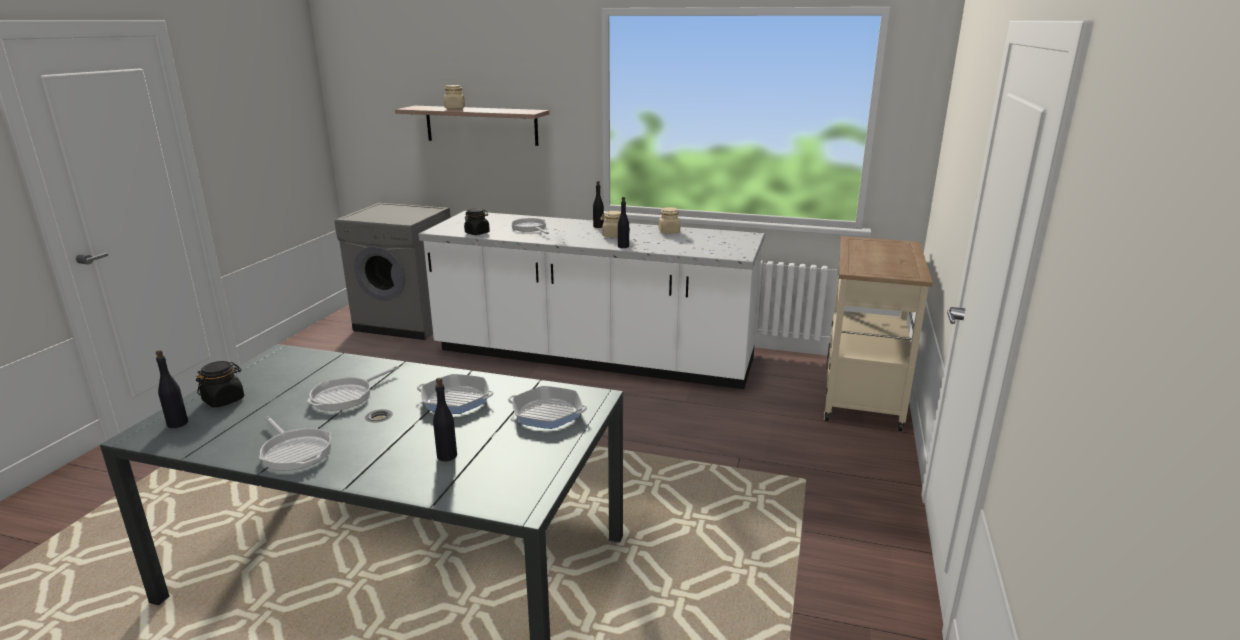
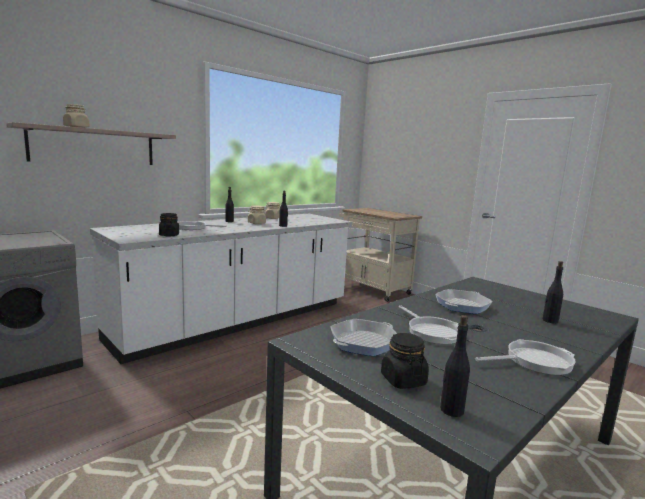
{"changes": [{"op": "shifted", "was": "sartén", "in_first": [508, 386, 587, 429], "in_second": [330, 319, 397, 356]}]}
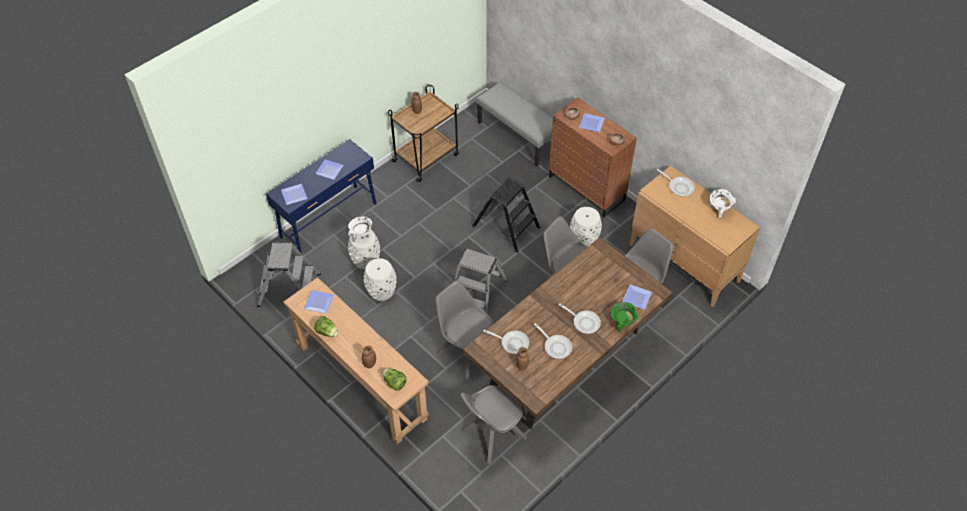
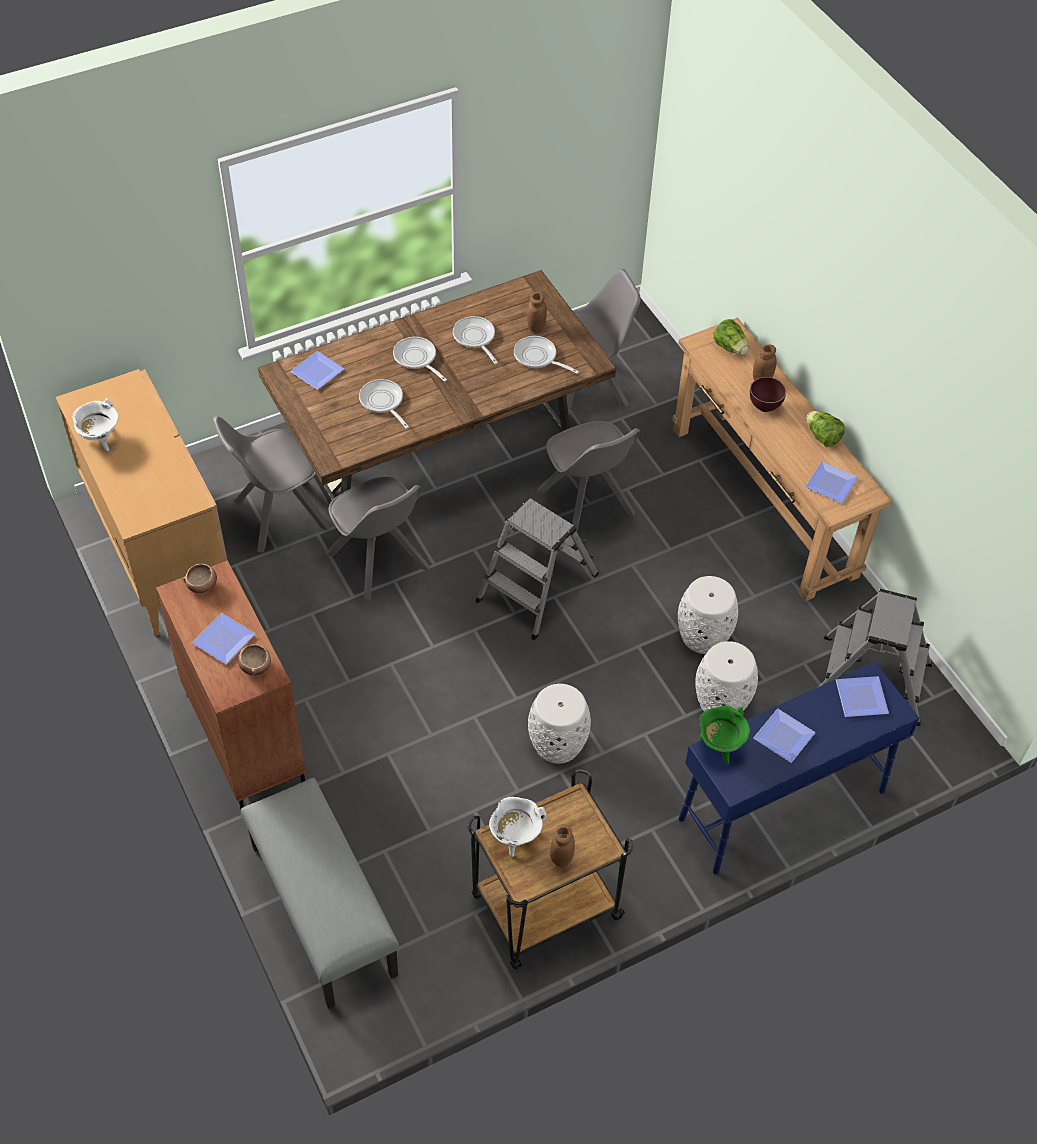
{"changes": [{"op": "shifted", "was": "olla (blanco)", "in_first": [348, 216, 372, 242], "in_second": [489, 797, 547, 857]}, {"op": "gone", "was": "escalera de tijera (negro)", "in_first": [472, 177, 541, 253]}, {"op": "shifted", "was": "taburete (blanco)", "in_first": [570, 207, 602, 247], "in_second": [528, 684, 591, 764]}, {"op": "shifted", "was": "olla (verde)", "in_first": [611, 302, 639, 333], "in_second": [699, 706, 750, 764]}, {"op": "shifted", "was": "sartén", "in_first": [657, 169, 695, 196], "in_second": [359, 379, 409, 429]}, {"op": "new", "now": "cuenco (marrón)", "in_second": [750, 377, 786, 412]}]}
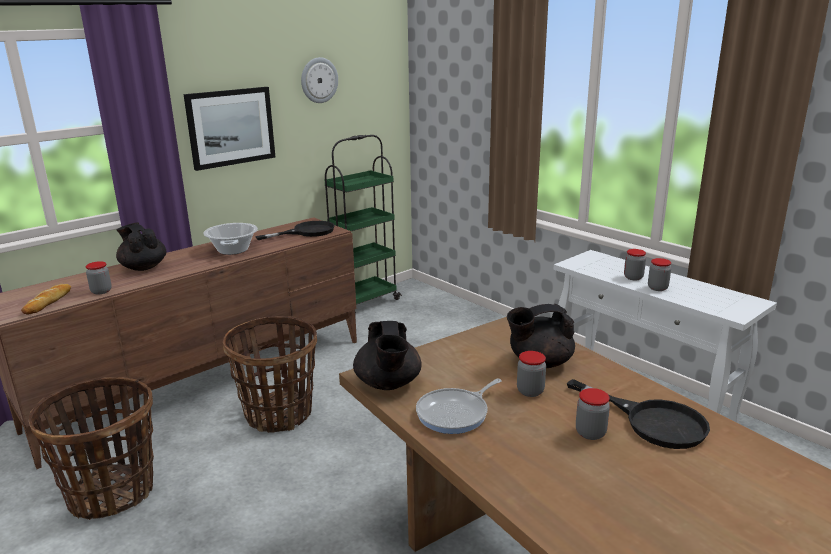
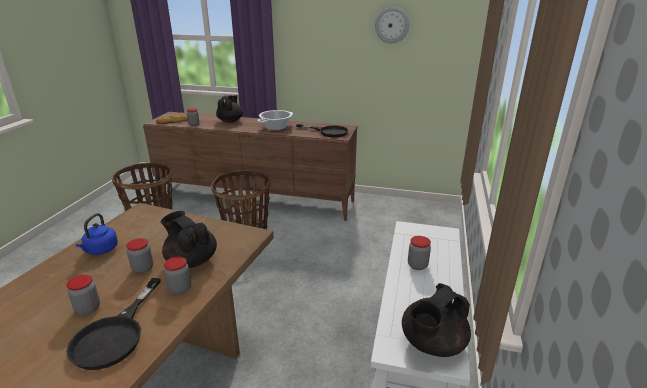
{"changes": [{"op": "gone", "was": "cuadro", "in_first": [184, 87, 276, 171]}, {"op": "gone", "was": "carrito (verde)", "in_first": [325, 135, 402, 314]}, {"op": "shifted", "was": "tetera (negro)", "in_first": [353, 321, 421, 390], "in_second": [402, 283, 471, 357]}, {"op": "swapped", "was": "sartén", "now": "hervidor (azul)", "in_first": [416, 378, 502, 434], "in_second": [76, 213, 118, 255]}, {"op": "shifted", "was": "tarro", "in_first": [648, 258, 671, 291], "in_second": [164, 257, 191, 294]}]}
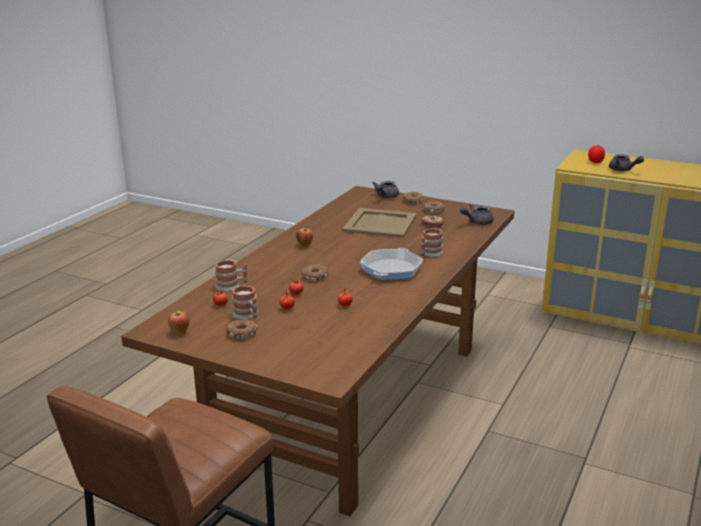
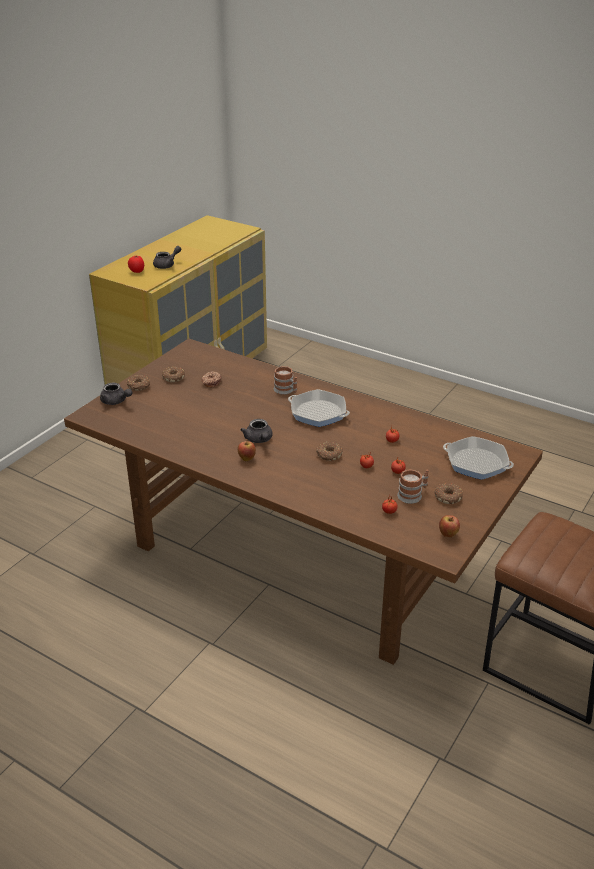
{"changes": [{"op": "gone", "was": "taza grande", "in_first": [215, 260, 248, 292]}, {"op": "gone", "was": "bandeja (beis)", "in_first": [342, 208, 417, 238]}, {"op": "shifted", "was": "tetera (gris)", "in_first": [460, 204, 494, 225], "in_second": [240, 419, 273, 443]}, {"op": "new", "now": "sartén", "in_second": [443, 436, 514, 480]}]}
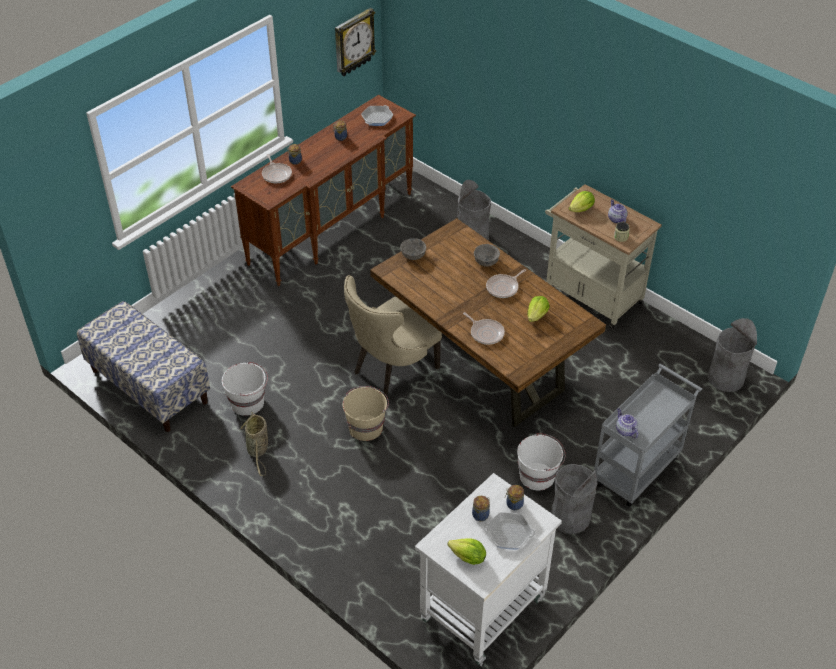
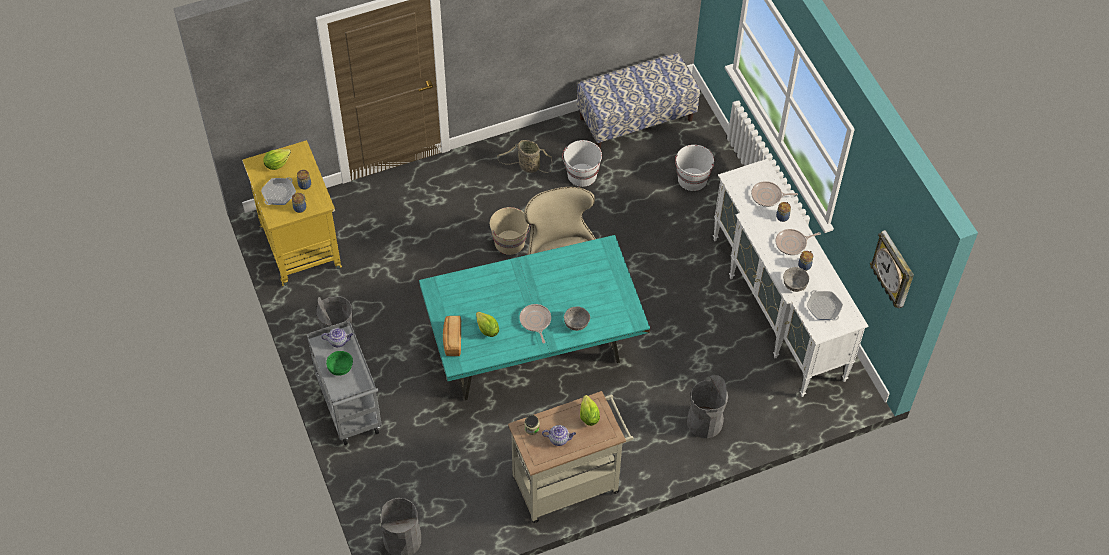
{"changes": [{"op": "repainted", "was": "armario (marrón)", "now": "armario (blanco)", "in_first": [231, 95, 416, 286], "in_second": [713, 159, 869, 397]}, {"op": "repainted", "was": "mesa de comedor (marrón)", "now": "mesa de comedor (turquesa)", "in_first": [370, 218, 606, 427], "in_second": [419, 235, 650, 400]}, {"op": "shifted", "was": "cuenco (gris)", "in_first": [400, 238, 426, 260], "in_second": [783, 267, 809, 292]}, {"op": "repainted", "was": "carrito (blanco)", "now": "carrito (amarillo)", "in_first": [415, 473, 562, 666], "in_second": [242, 140, 342, 286]}, {"op": "shifted", "was": "sartén", "in_first": [463, 312, 505, 345], "in_second": [776, 229, 821, 255]}, {"op": "shifted", "was": "cubo (blanco)", "in_first": [517, 433, 565, 491], "in_second": [675, 145, 714, 191]}, {"op": "new", "now": "cuenco (verde)", "in_second": [326, 351, 353, 376]}, {"op": "new", "now": "pan", "in_second": [443, 316, 461, 356]}]}
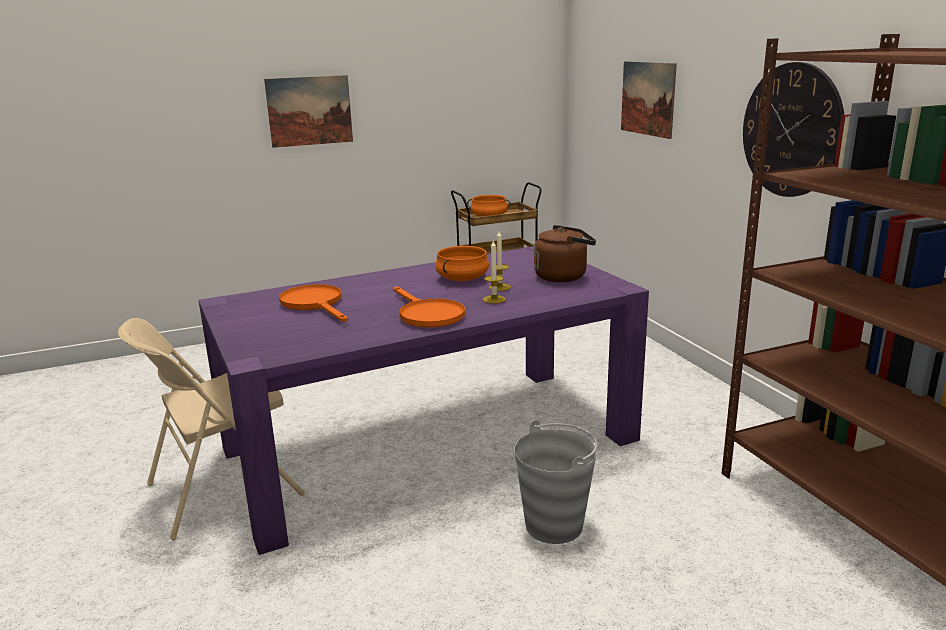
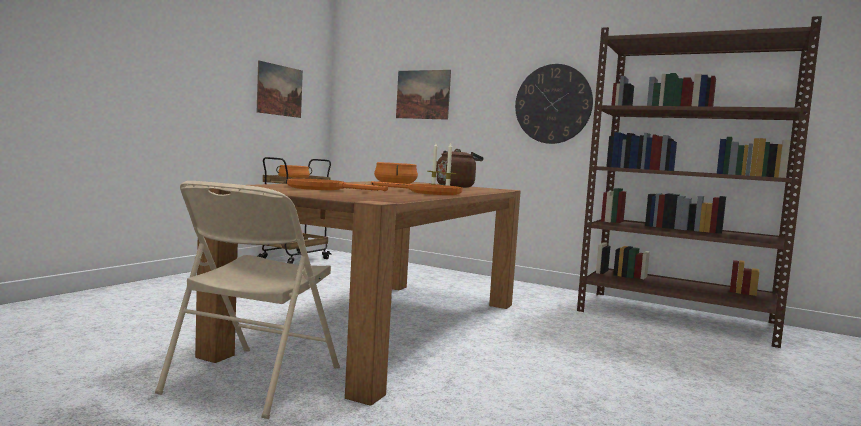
{"changes": [{"op": "repainted", "was": "mesa de comedor (morado)", "now": "mesa de comedor (marrón)", "in_first": [198, 246, 649, 555], "in_second": [195, 181, 521, 406]}, {"op": "shifted", "was": "cuadro", "in_first": [264, 75, 353, 148], "in_second": [257, 60, 303, 118]}, {"op": "gone", "was": "cubo (gris)", "in_first": [514, 420, 597, 544]}]}
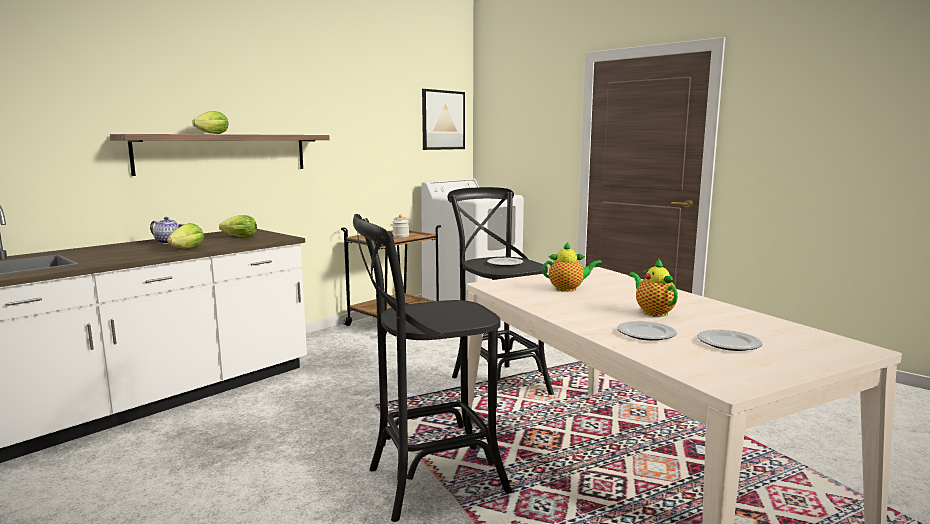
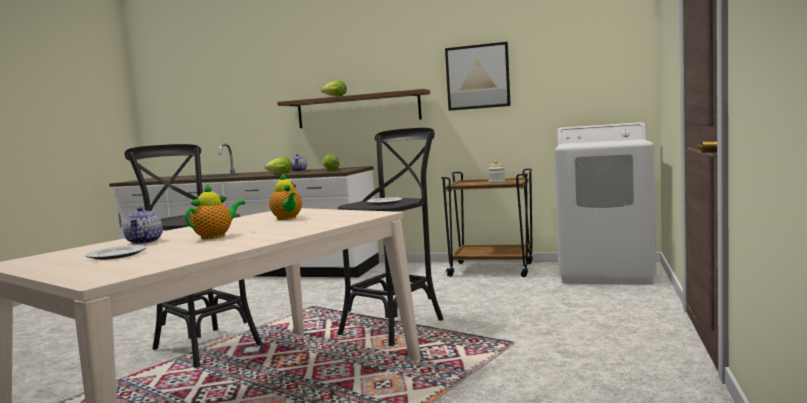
{"changes": [{"op": "shifted", "was": "cuadro", "in_first": [422, 89, 465, 150], "in_second": [445, 42, 511, 111]}, {"op": "swapped", "was": "plato", "now": "tetera", "in_first": [617, 321, 677, 341], "in_second": [123, 207, 163, 244]}]}
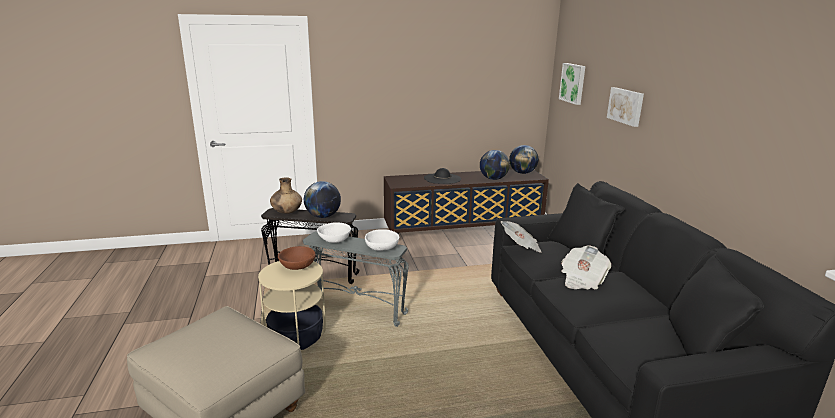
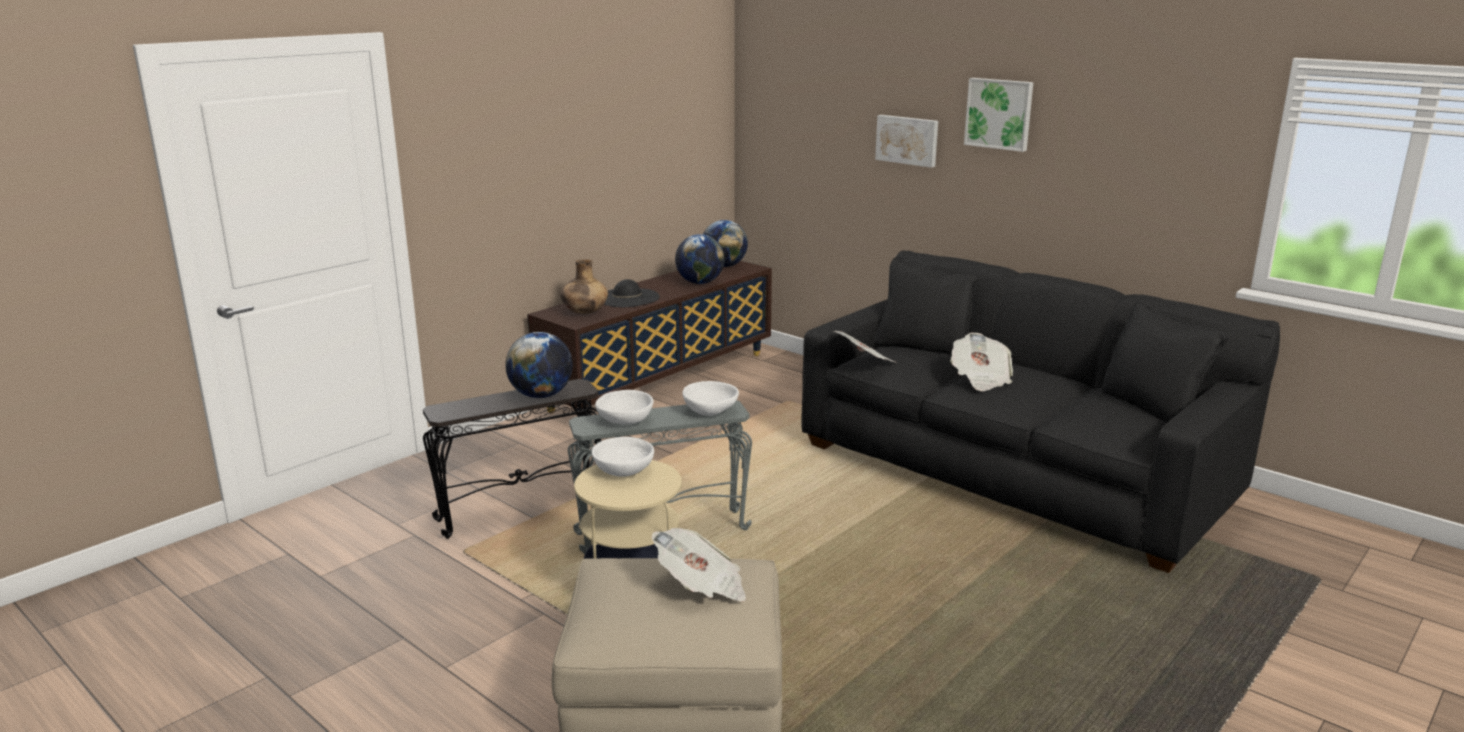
{"changes": [{"op": "shifted", "was": "florero (marrón)", "in_first": [270, 178, 302, 214], "in_second": [560, 259, 608, 314]}, {"op": "repainted", "was": "cuenco (marrón)", "now": "cuenco (blanco)", "in_first": [278, 246, 316, 270], "in_second": [592, 437, 654, 477]}, {"op": "shifted", "was": "cuadro", "in_first": [559, 63, 585, 105], "in_second": [964, 78, 1034, 152]}, {"op": "new", "now": "periódico", "in_second": [652, 528, 746, 601]}]}
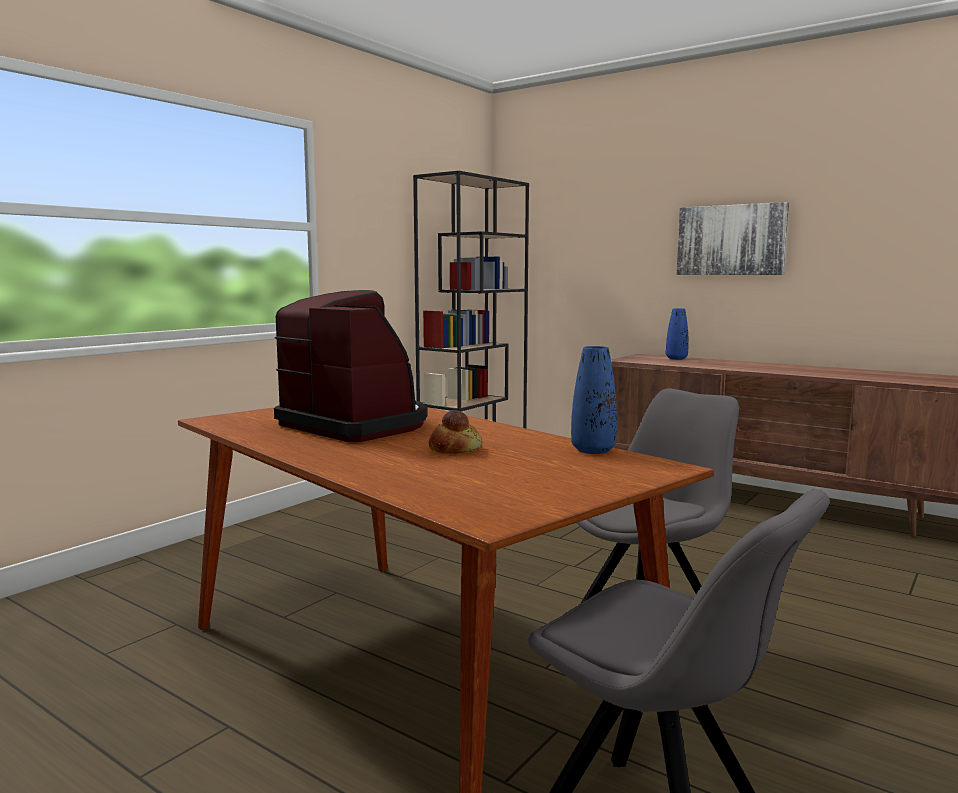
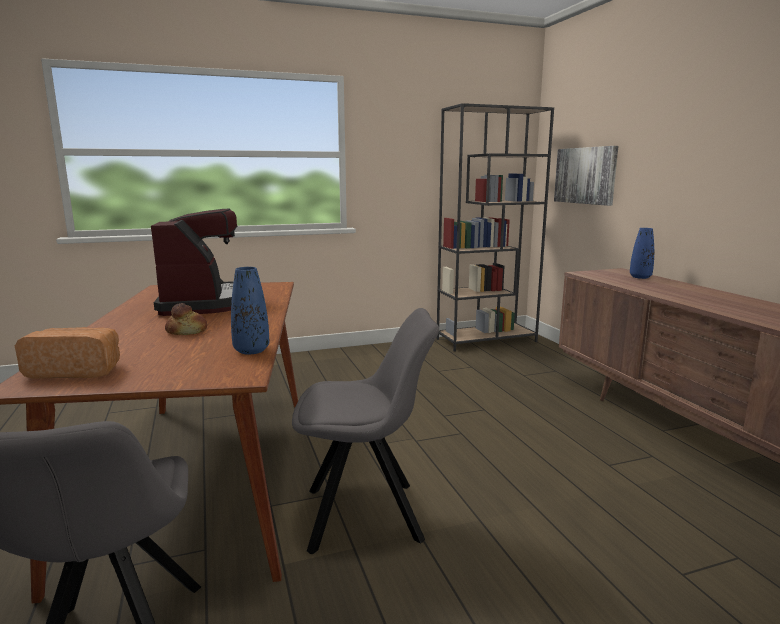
{"changes": [{"op": "shifted", "was": "cuadro", "in_first": [677, 202, 789, 275], "in_second": [554, 146, 618, 206]}, {"op": "new", "now": "pan", "in_second": [15, 327, 120, 378]}]}
